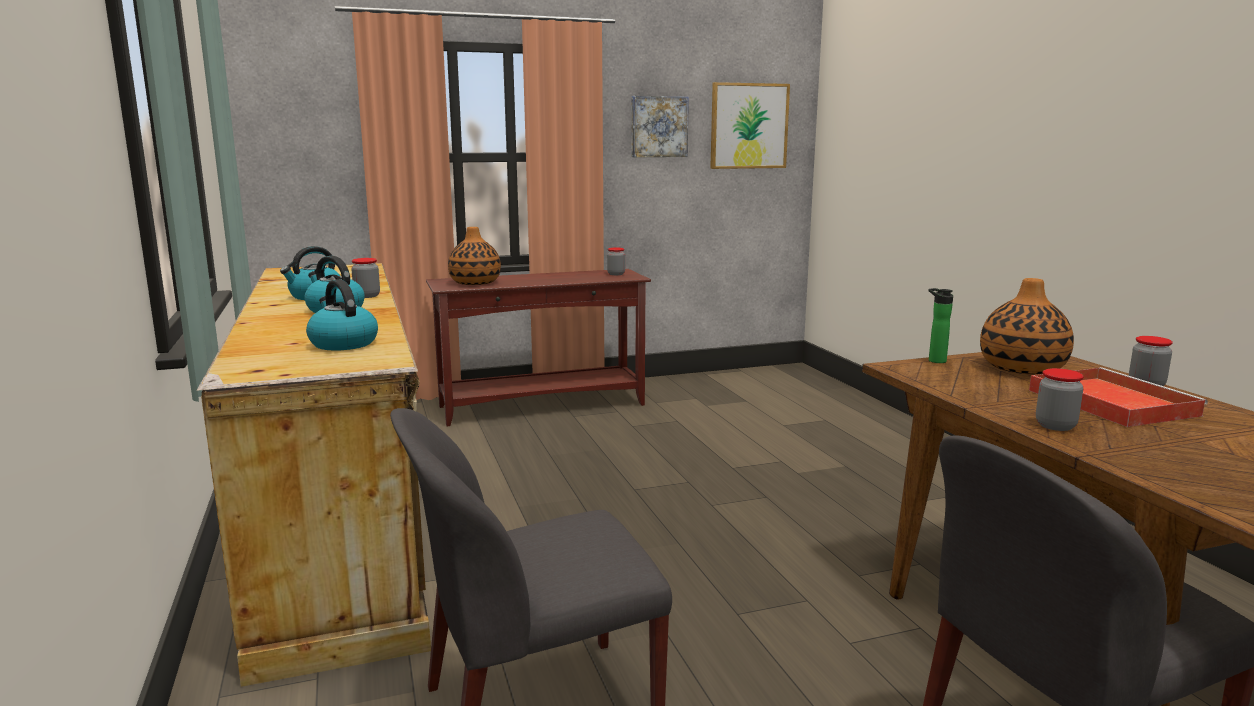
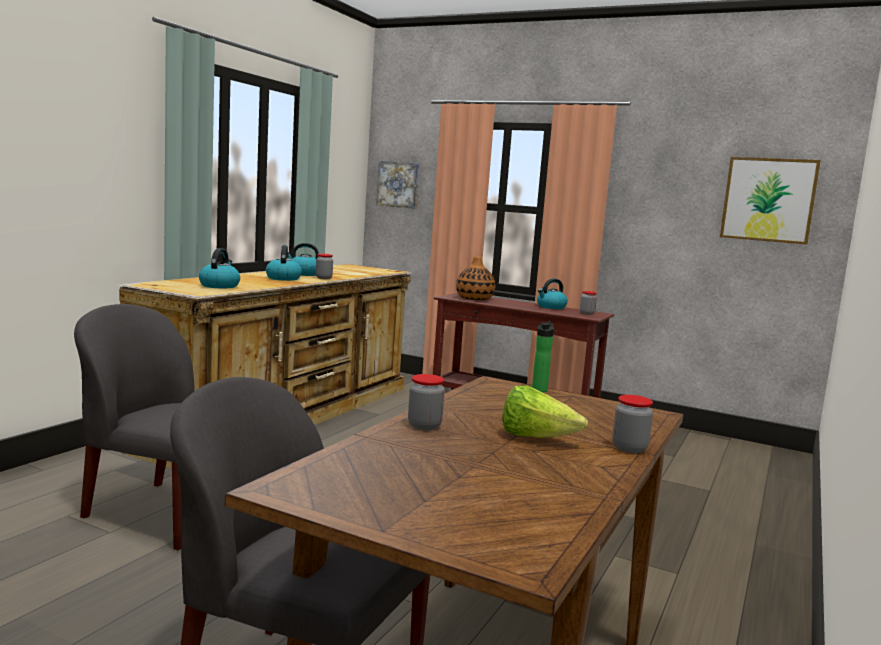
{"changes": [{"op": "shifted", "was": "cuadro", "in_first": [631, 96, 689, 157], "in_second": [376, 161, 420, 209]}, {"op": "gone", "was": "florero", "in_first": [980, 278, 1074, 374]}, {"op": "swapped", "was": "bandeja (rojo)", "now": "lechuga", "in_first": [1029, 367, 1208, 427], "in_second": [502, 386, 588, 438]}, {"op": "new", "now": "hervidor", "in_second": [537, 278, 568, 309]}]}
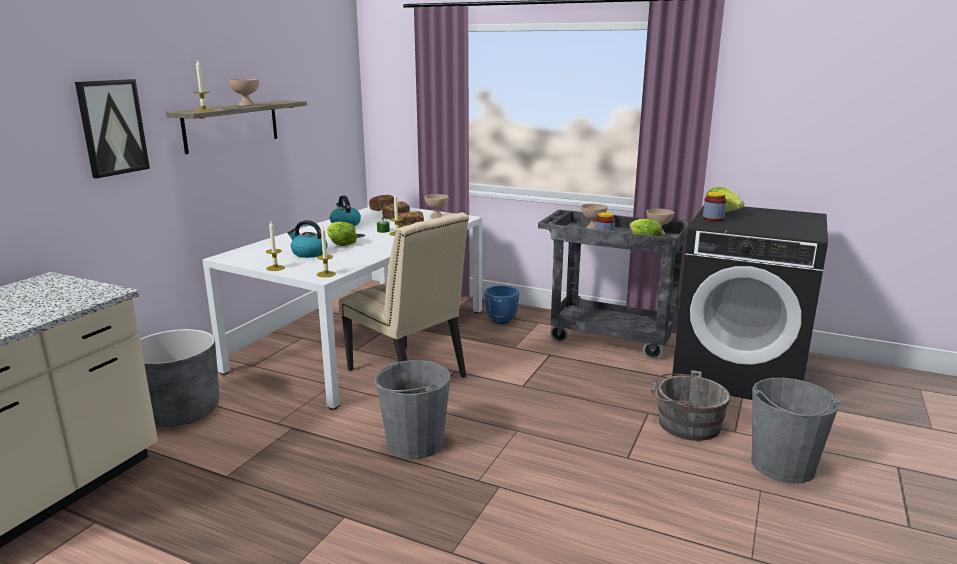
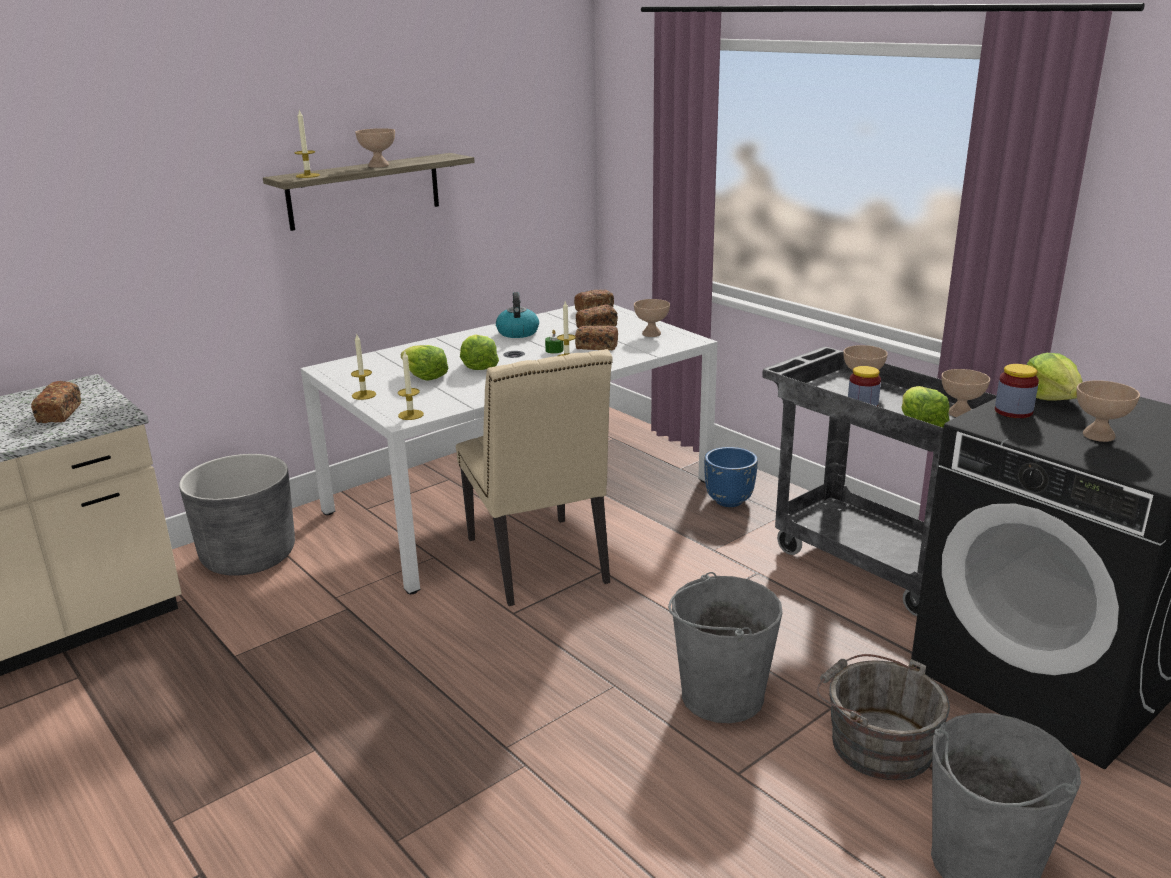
{"changes": [{"op": "gone", "was": "cuadro", "in_first": [75, 79, 150, 178]}, {"op": "swapped", "was": "hervidor", "now": "lechuga", "in_first": [287, 220, 328, 258], "in_second": [400, 345, 448, 381]}, {"op": "shifted", "was": "cubo (gris)", "in_first": [375, 359, 451, 459], "in_second": [668, 572, 783, 723]}, {"op": "new", "now": "pan", "in_second": [31, 381, 81, 423]}, {"op": "new", "now": "cuenco (beis)", "in_second": [1076, 380, 1140, 442]}]}
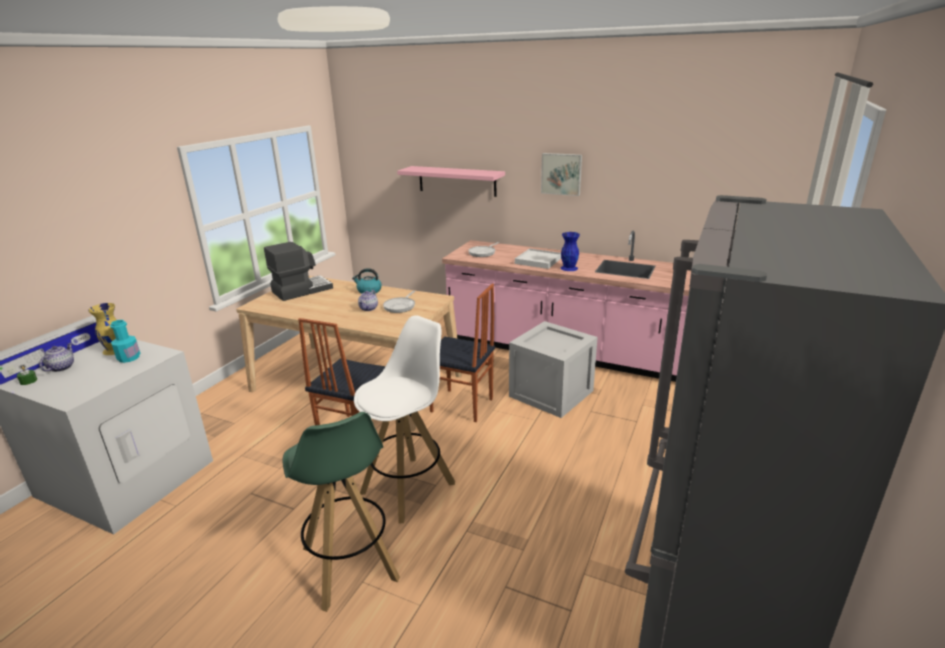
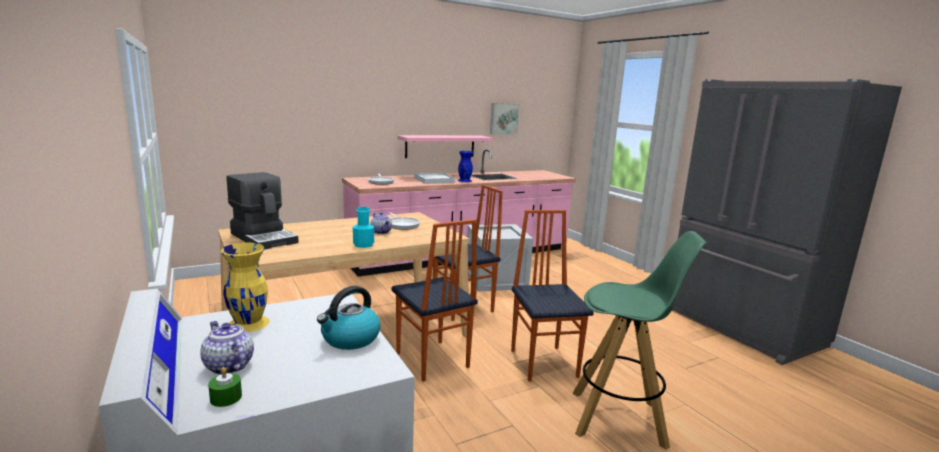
{"changes": [{"op": "shifted", "was": "botella (turquesa)", "in_first": [110, 320, 140, 363], "in_second": [353, 207, 374, 248]}, {"op": "rotated", "was": "cafetera", "in_first": [264, 242, 333, 301], "in_second": [226, 172, 299, 249], "clockwise": 135}, {"op": "shifted", "was": "hervidor", "in_first": [352, 268, 382, 294], "in_second": [317, 286, 381, 350]}, {"op": "swapped", "was": "taburete (blanco)", "now": "silla", "in_first": [354, 315, 455, 524], "in_second": [511, 210, 594, 382]}, {"op": "shifted", "was": "estante (rosa)", "in_first": [397, 166, 505, 197], "in_second": [397, 135, 493, 158]}, {"op": "shifted", "was": "cuadro", "in_first": [541, 153, 582, 196], "in_second": [490, 103, 520, 135]}]}
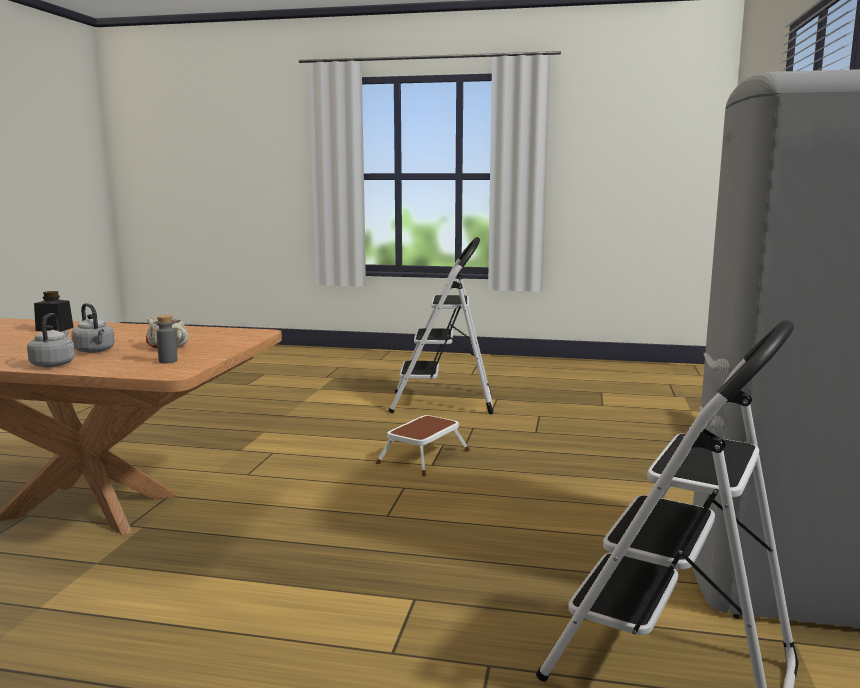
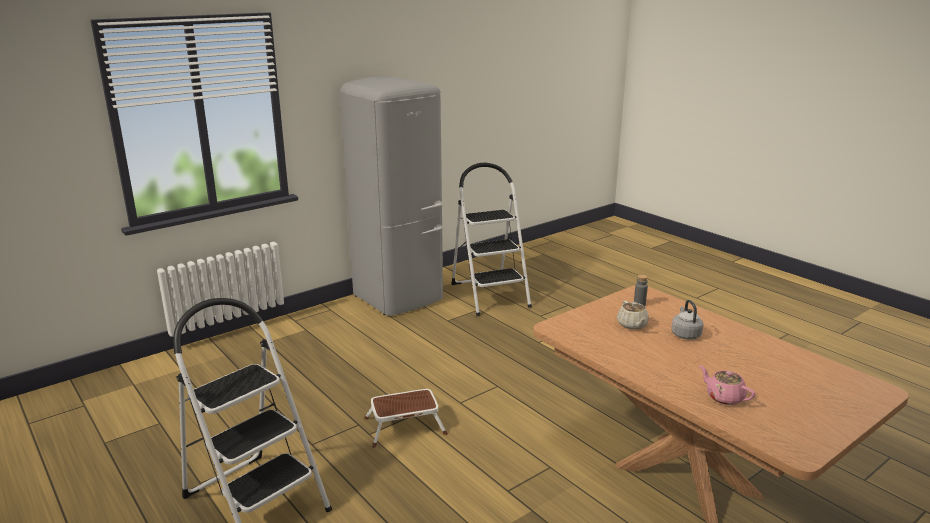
{"changes": [{"op": "gone", "was": "hervidor (gris)", "in_first": [27, 313, 75, 367]}, {"op": "swapped", "was": "tarro (negro)", "now": "tetera (rosa)", "in_first": [34, 291, 74, 332], "in_second": [699, 365, 755, 405]}]}
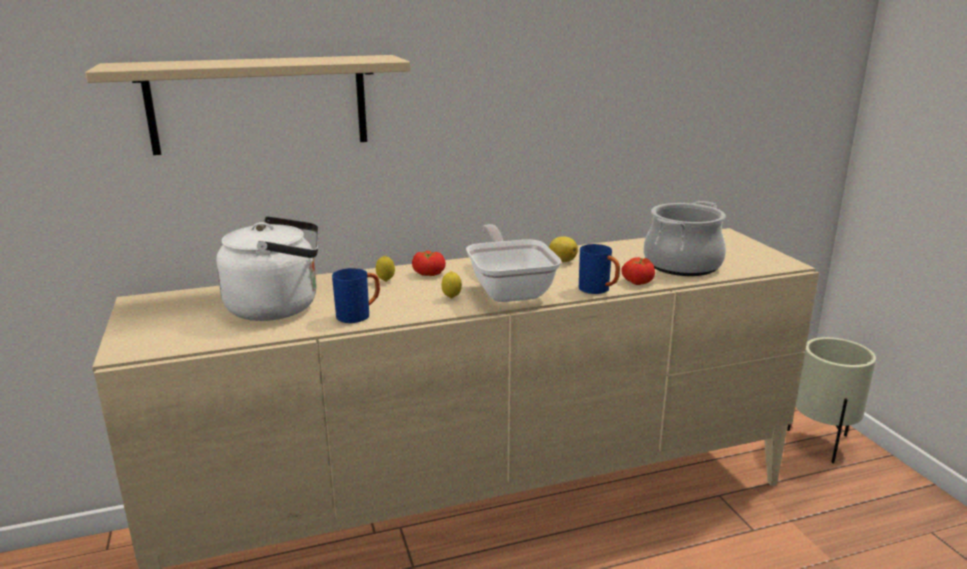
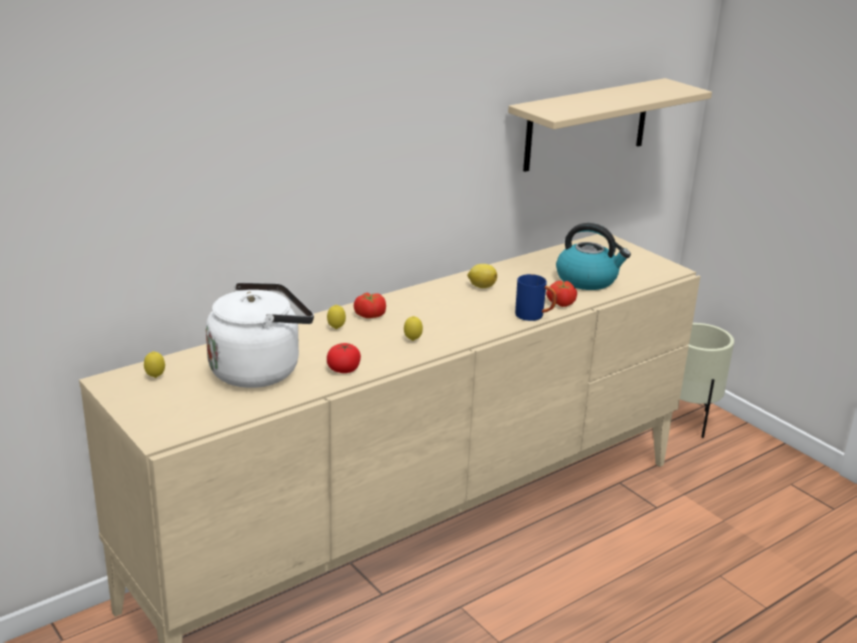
{"changes": [{"op": "shifted", "was": "estante (beis)", "in_first": [85, 55, 411, 155], "in_second": [508, 78, 712, 172]}, {"op": "swapped", "was": "taza grande (azul)", "now": "tomate", "in_first": [332, 268, 380, 323], "in_second": [327, 343, 361, 373]}, {"op": "gone", "was": "sartén", "in_first": [466, 224, 562, 302]}, {"op": "swapped", "was": "olla", "now": "hervidor", "in_first": [643, 201, 726, 276], "in_second": [556, 223, 631, 290]}, {"op": "new", "now": "limón", "in_second": [144, 351, 165, 378]}]}
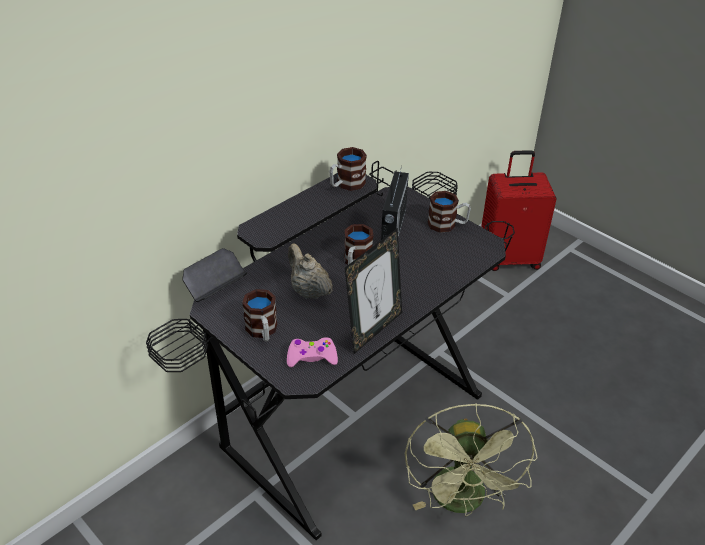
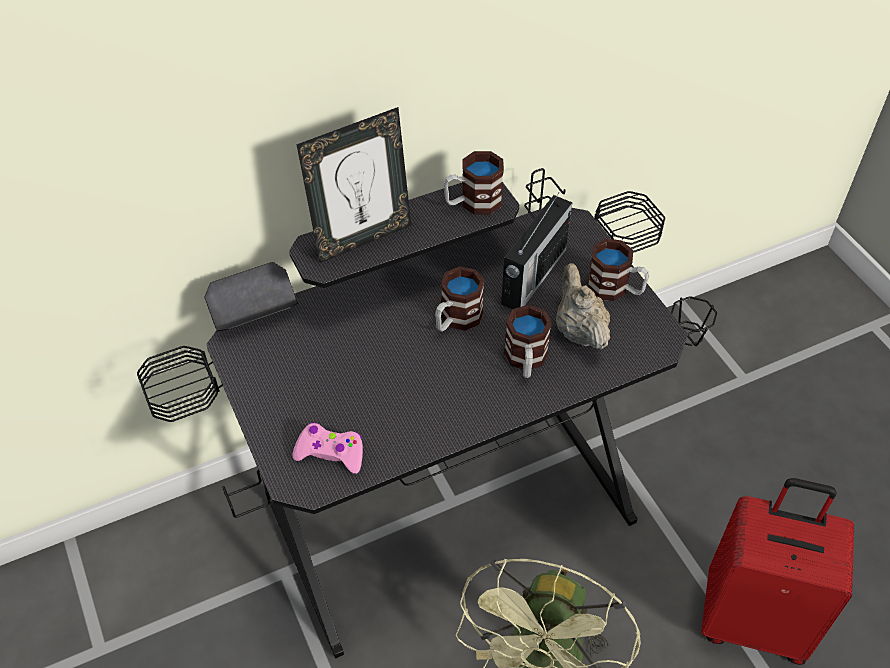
{"changes": [{"op": "shifted", "was": "taza grande", "in_first": [242, 289, 278, 341], "in_second": [504, 305, 552, 378]}, {"op": "shifted", "was": "tetera (beis)", "in_first": [288, 243, 333, 299], "in_second": [556, 263, 610, 349]}, {"op": "shifted", "was": "portarretratos", "in_first": [345, 228, 402, 354], "in_second": [296, 107, 411, 263]}, {"op": "shifted", "was": "maleta (rojo)", "in_first": [481, 150, 556, 271], "in_second": [701, 478, 854, 665]}]}
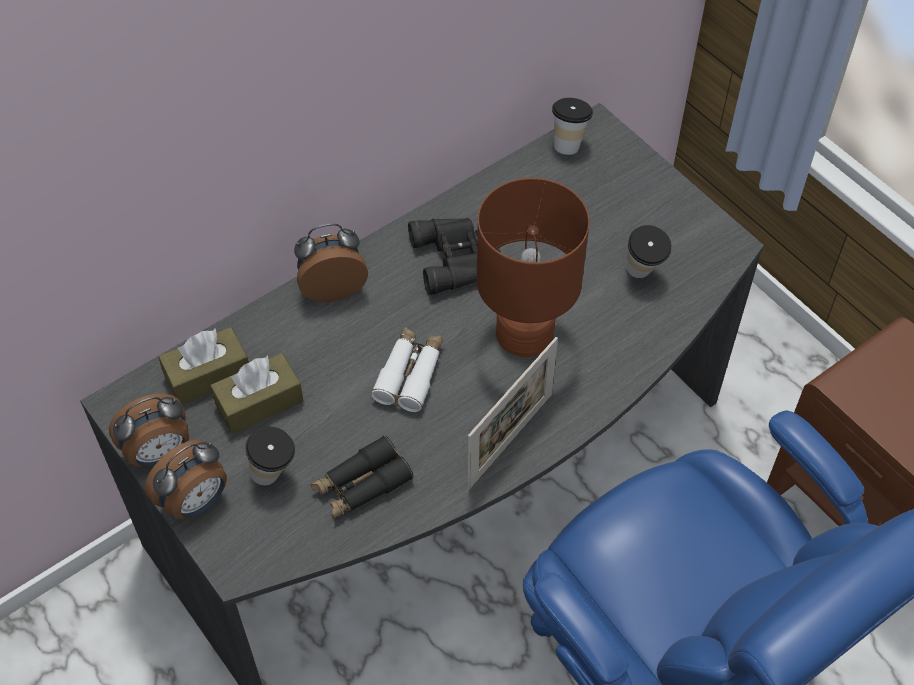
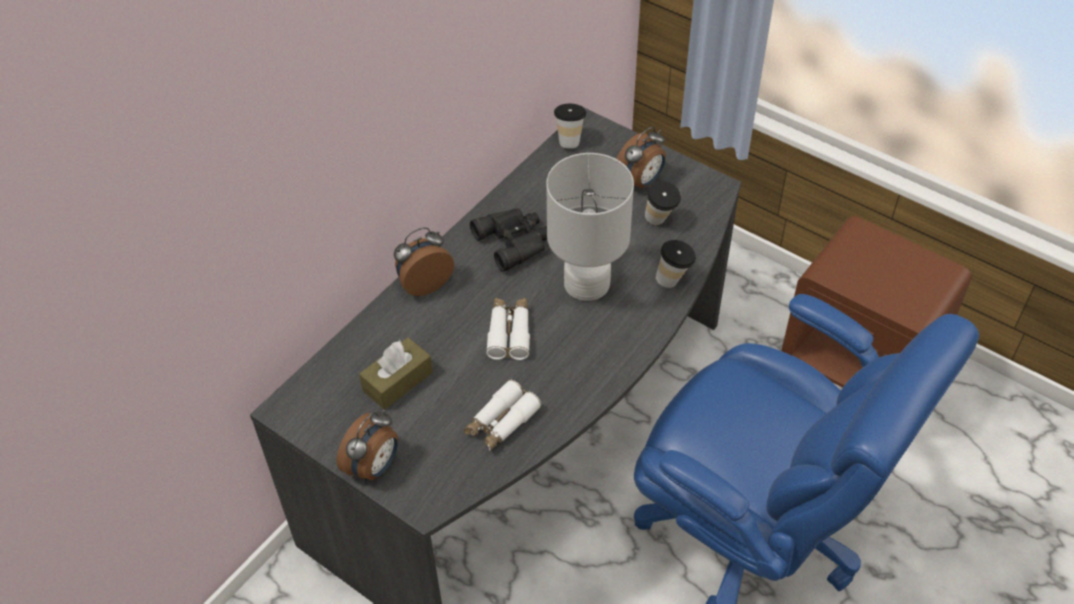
{"changes": [{"op": "shifted", "was": "despertador", "in_first": [109, 393, 189, 468], "in_second": [616, 127, 666, 188]}, {"op": "gone", "was": "caja de pañuelos (marrón)", "in_first": [159, 327, 249, 404]}, {"op": "shifted", "was": "taza", "in_first": [245, 427, 295, 485], "in_second": [656, 240, 696, 288]}, {"op": "repainted", "was": "prismáticos (negro)", "now": "prismáticos (blanco)", "in_first": [311, 435, 413, 519], "in_second": [464, 380, 542, 451]}, {"op": "gone", "was": "portarretratos", "in_first": [467, 337, 558, 489]}, {"op": "repainted", "was": "lámpara de mesa (marrón)", "now": "lámpara de mesa (gris)", "in_first": [477, 178, 590, 357], "in_second": [546, 153, 634, 301]}]}
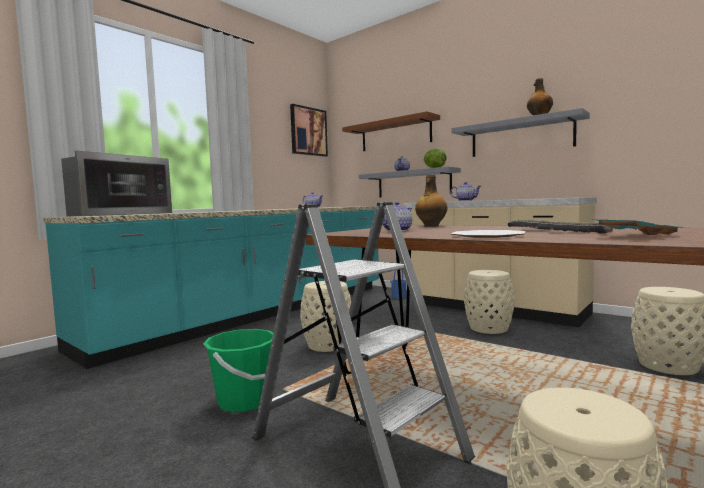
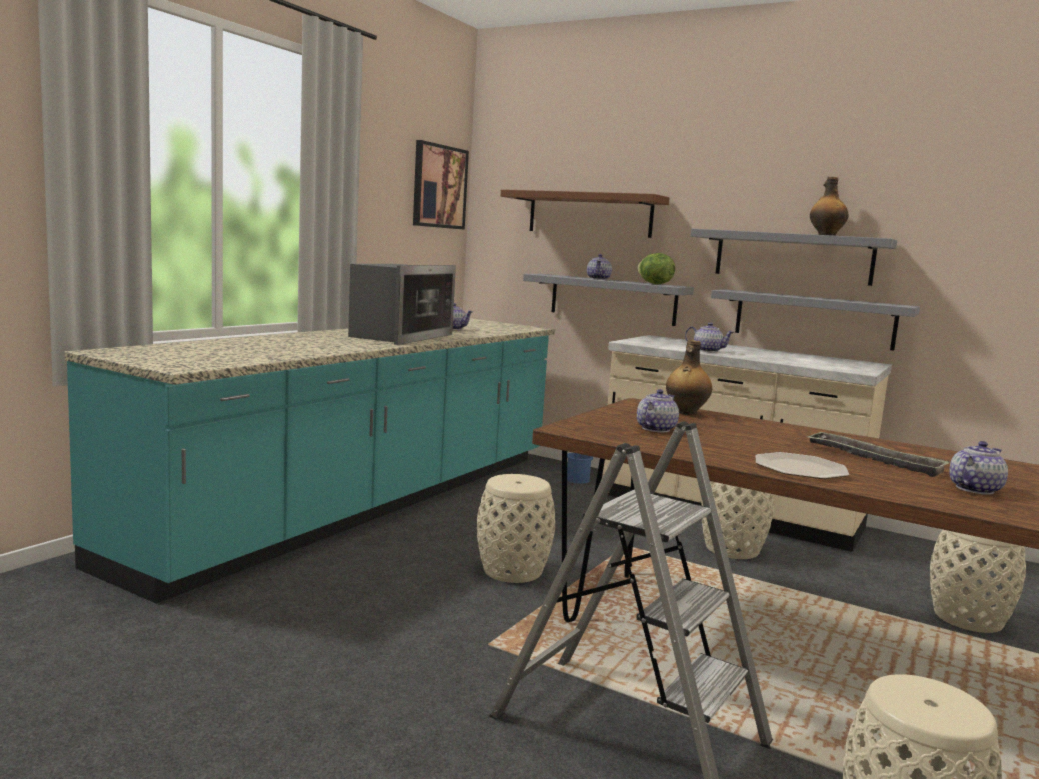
{"changes": [{"op": "shifted", "was": "microondas", "in_first": [61, 151, 172, 216], "in_second": [348, 264, 456, 345]}, {"op": "gone", "was": "cubo (verde)", "in_first": [203, 329, 273, 412]}, {"op": "swapped", "was": "bandeja (turquesa)", "now": "tetera", "in_first": [592, 219, 684, 235], "in_second": [949, 441, 1008, 495]}, {"op": "new", "now": "estante (gris)", "in_second": [711, 289, 920, 351]}]}
